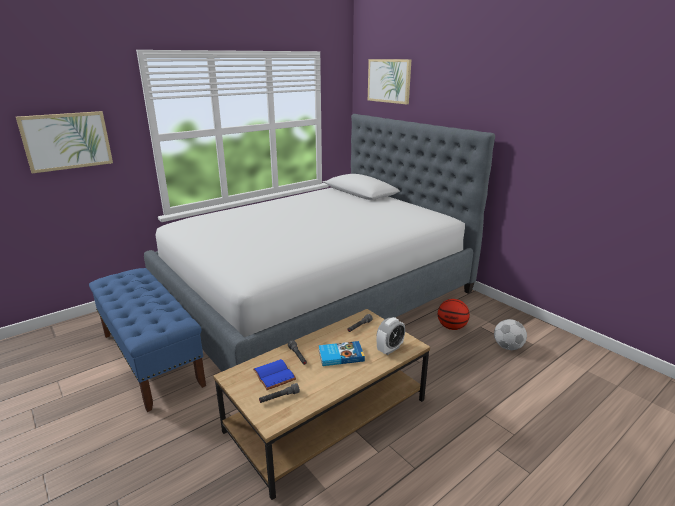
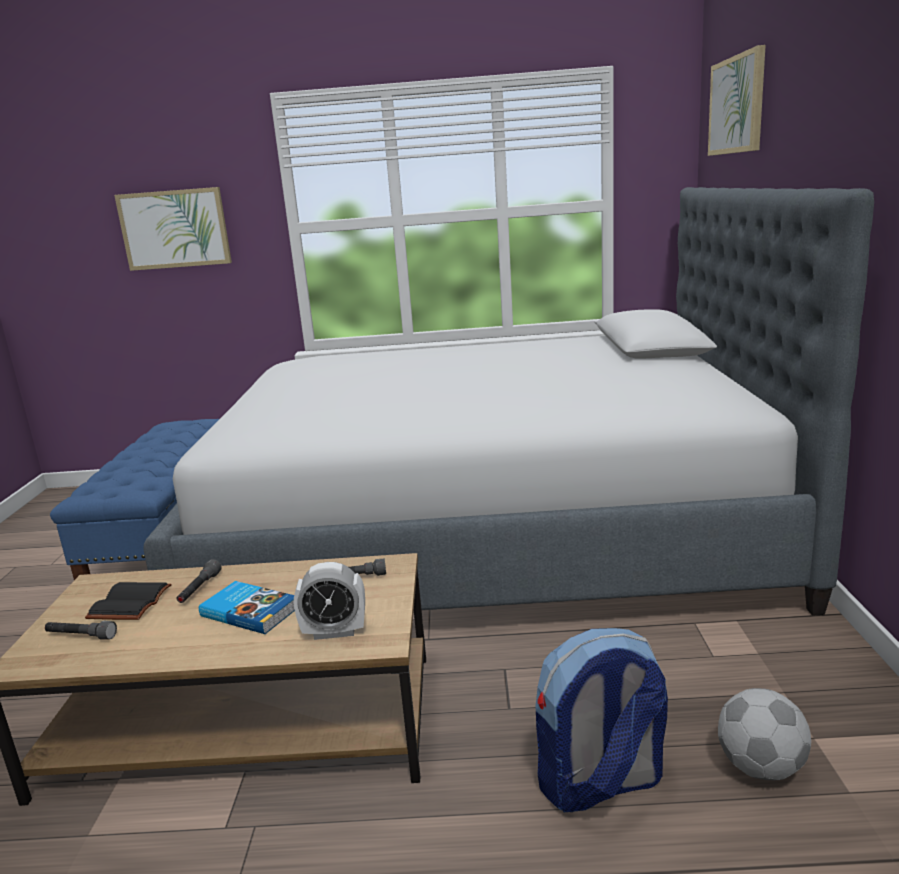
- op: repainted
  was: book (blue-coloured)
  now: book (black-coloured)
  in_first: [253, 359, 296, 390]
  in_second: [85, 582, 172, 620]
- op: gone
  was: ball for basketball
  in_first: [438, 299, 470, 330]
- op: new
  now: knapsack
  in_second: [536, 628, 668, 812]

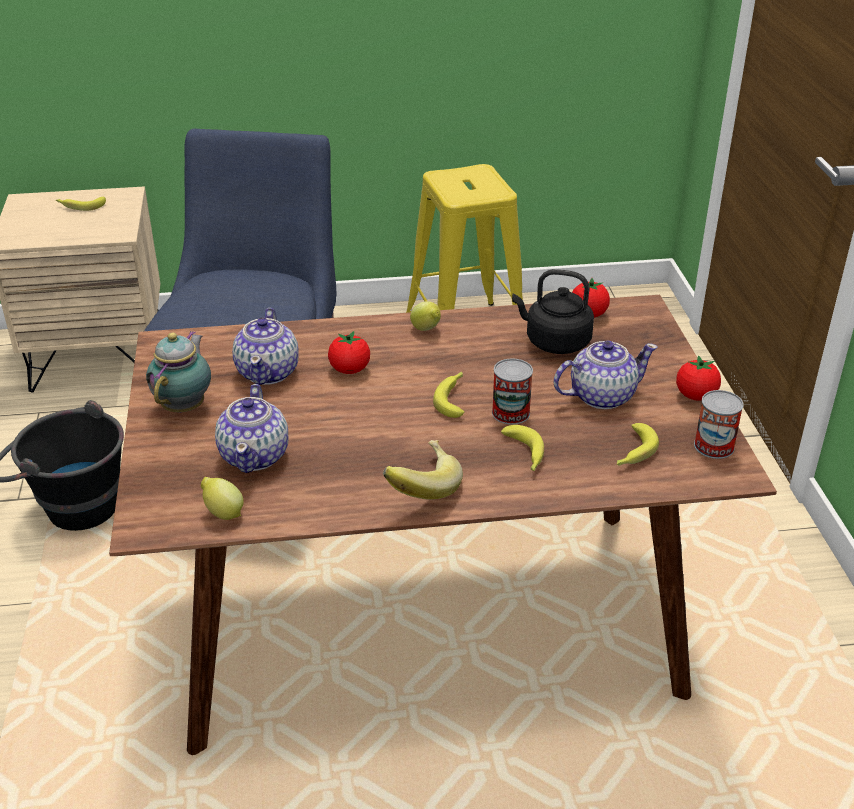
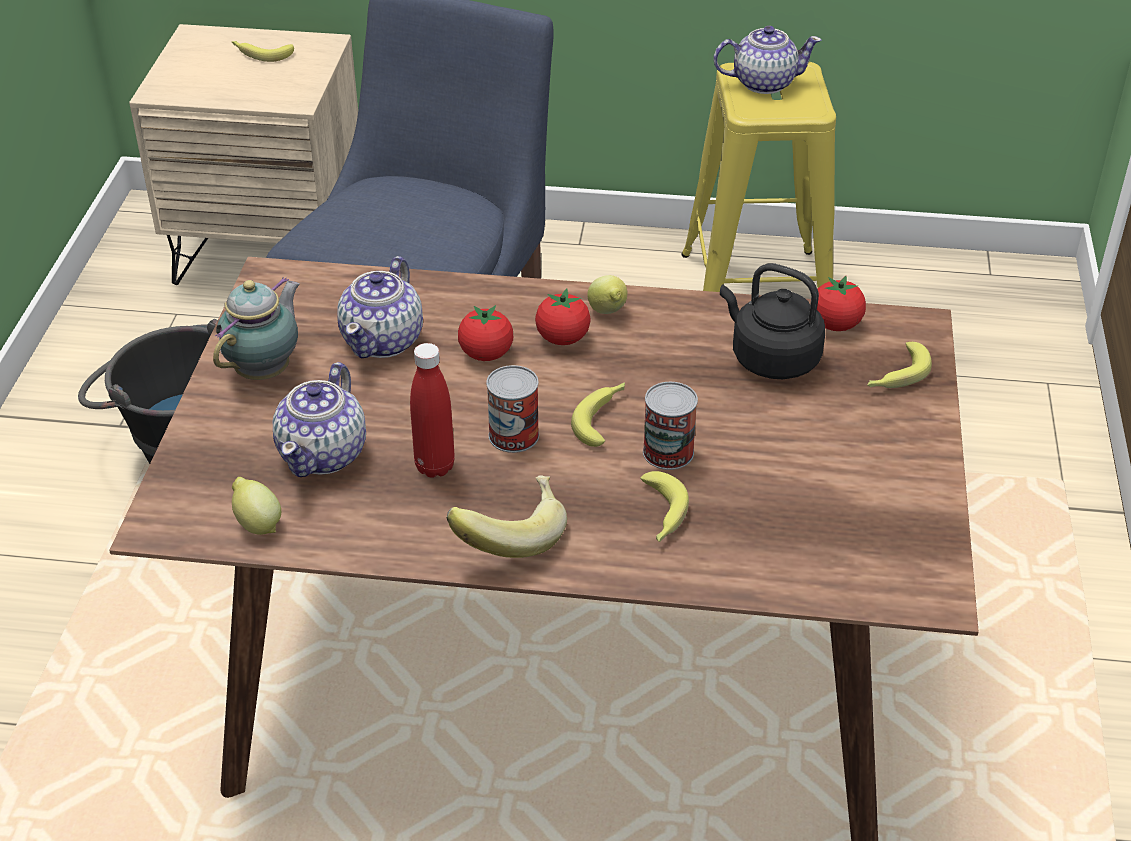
- op: shifted
  was: pot for tea
  in_first: [554, 341, 658, 409]
  in_second: [713, 26, 821, 94]
- op: shifted
  was: banana
  in_first: [617, 423, 659, 466]
  in_second: [867, 342, 932, 388]
- op: shifted
  was: whole tomato
  in_first: [676, 355, 721, 401]
  in_second: [535, 288, 591, 345]
- op: shifted
  was: can
  in_first: [694, 390, 744, 459]
  in_second: [486, 365, 539, 453]
- op: new
  now: beverage bottle (red)
  in_second: [410, 343, 455, 478]

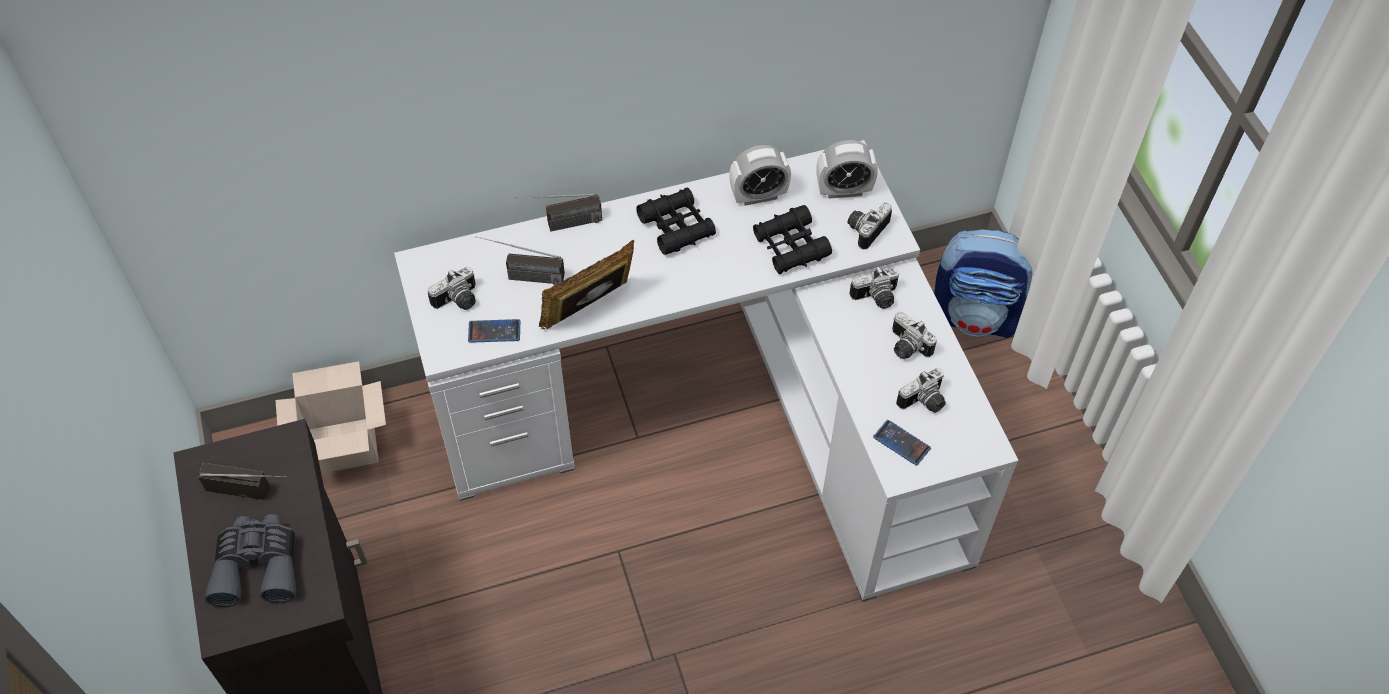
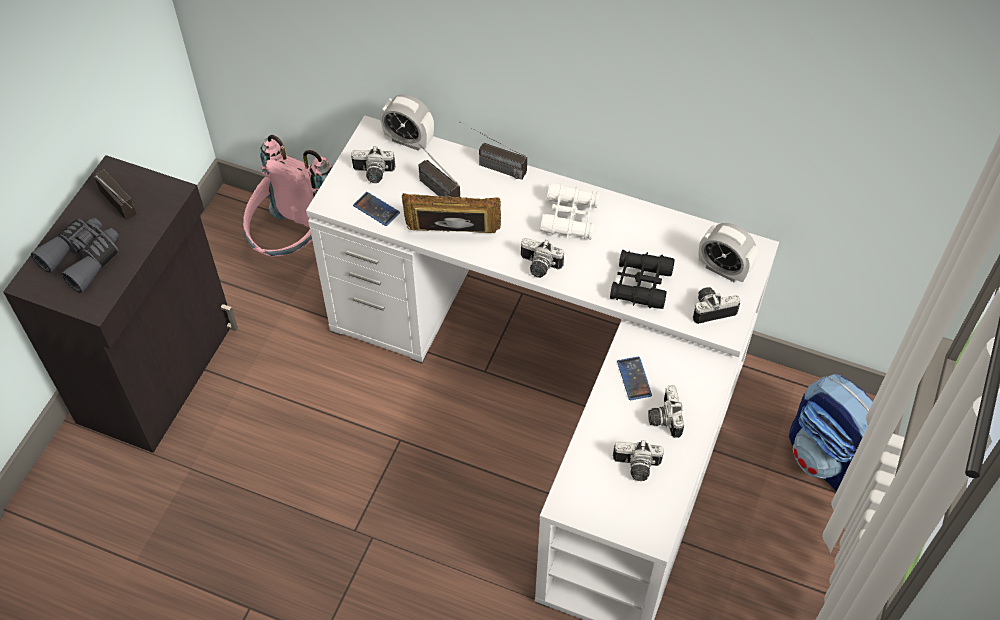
- op: swapped
  was: packing box
  now: knapsack (pink-coloured)
  in_first: [275, 361, 386, 473]
  in_second: [243, 135, 333, 257]
- op: repainted
  was: binoculars (black-coloured)
  now: binoculars (white)
  in_first: [636, 187, 716, 255]
  in_second: [540, 182, 600, 240]
- op: shifted
  was: bedside clock
  in_first: [729, 145, 791, 206]
  in_second: [380, 94, 434, 151]
- op: shifted
  was: still camera
  in_first: [849, 267, 899, 309]
  in_second: [521, 238, 564, 278]
- op: shifted
  was: handset
  in_first: [873, 420, 931, 466]
  in_second: [617, 356, 652, 400]

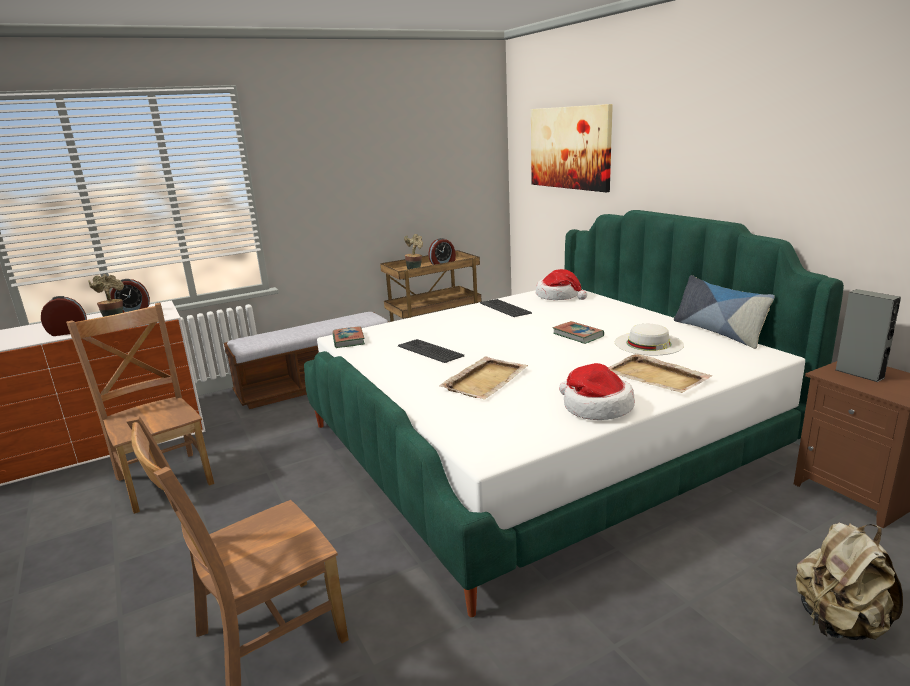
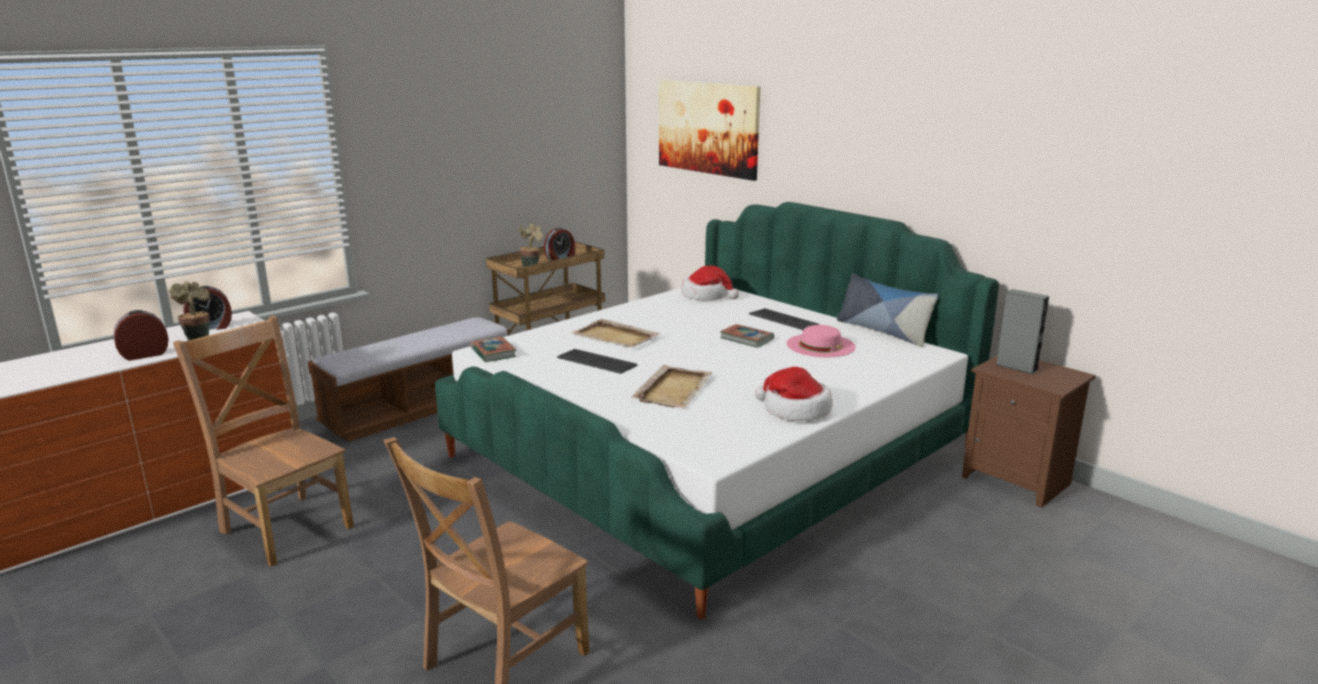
- op: shifted
  was: PC keyboard
  in_first: [480, 299, 532, 317]
  in_second: [749, 308, 819, 330]
- op: shifted
  was: carrying tray (beige)
  in_first: [608, 353, 712, 393]
  in_second: [571, 319, 660, 347]
- op: repainted
  was: clothing hat (white)
  now: clothing hat (pink-coloured)
  in_first: [615, 324, 684, 356]
  in_second: [787, 325, 856, 357]
- op: gone
  was: knapsack (beige)
  in_first: [796, 523, 903, 640]

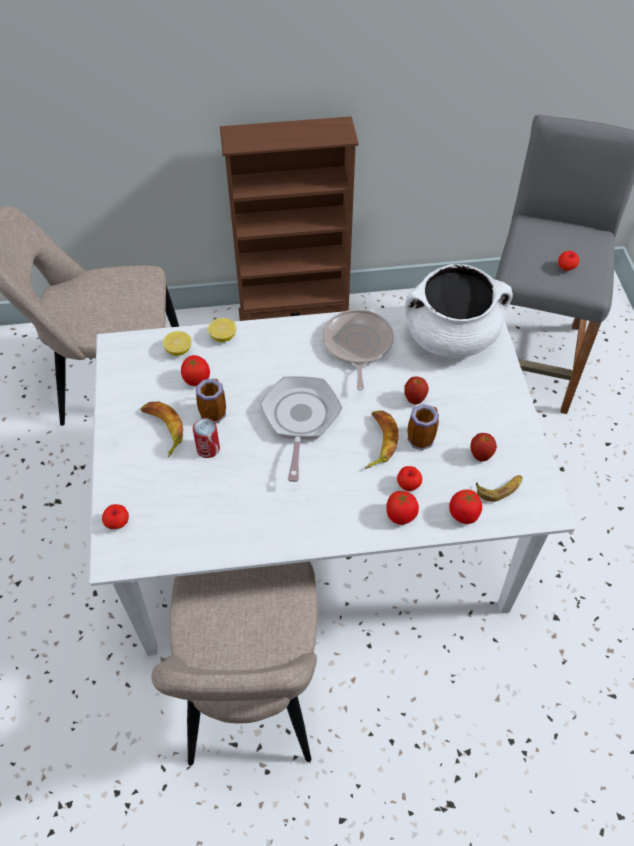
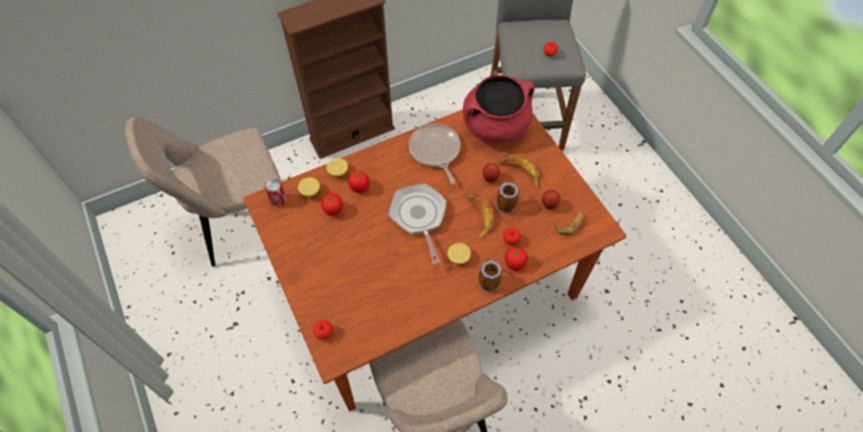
- op: repainted
  was: dinner table (white)
  now: dinner table (brown)
  in_first: [89, 306, 576, 656]
  in_second: [243, 109, 626, 412]
- op: shifted
  was: banana
  in_first: [140, 402, 183, 457]
  in_second: [498, 154, 539, 188]
- op: shifted
  was: can
  in_first: [193, 418, 220, 458]
  in_second: [265, 179, 286, 206]
- op: shifted
  was: mug
  in_first: [196, 379, 226, 423]
  in_second: [479, 259, 502, 293]
- op: repainted
  was: saucepot (white)
  now: saucepot (red)
  in_first: [405, 264, 513, 358]
  in_second: [463, 75, 535, 143]
- op: shifted
  was: whole tomato
  in_first: [449, 489, 482, 524]
  in_second: [348, 170, 370, 193]
- op: new
  now: citrus fruit
  in_second: [448, 243, 471, 264]

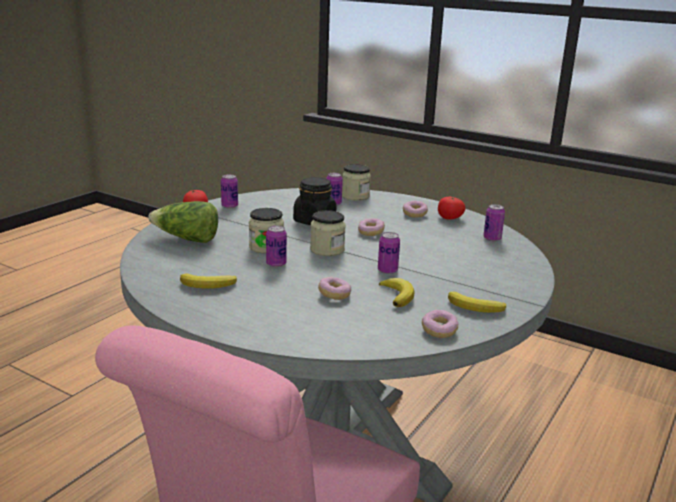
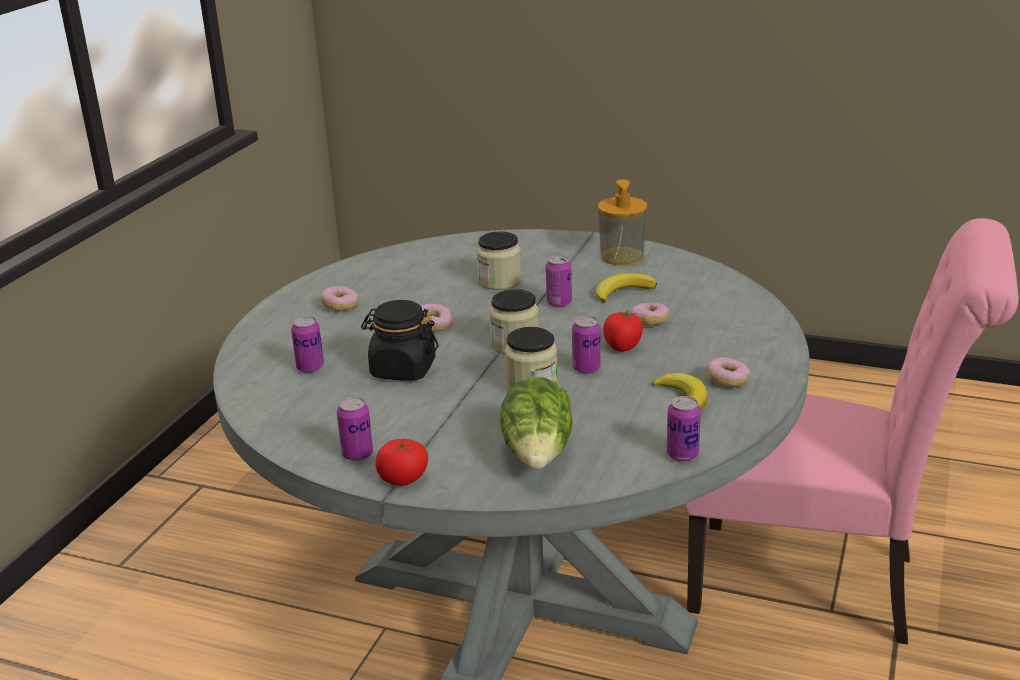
- op: shifted
  was: jar
  in_first: [342, 164, 371, 201]
  in_second: [476, 231, 522, 290]
- op: shifted
  was: ring doughnut
  in_first: [422, 310, 458, 338]
  in_second: [706, 357, 750, 387]
- op: shifted
  was: whole tomato
  in_first: [438, 197, 466, 220]
  in_second: [603, 311, 643, 352]
- op: swapped
  was: banana
  now: soap dispenser
  in_first: [448, 291, 506, 313]
  in_second: [598, 179, 647, 265]
- op: shifted
  was: can
  in_first: [483, 204, 505, 241]
  in_second: [667, 396, 701, 462]

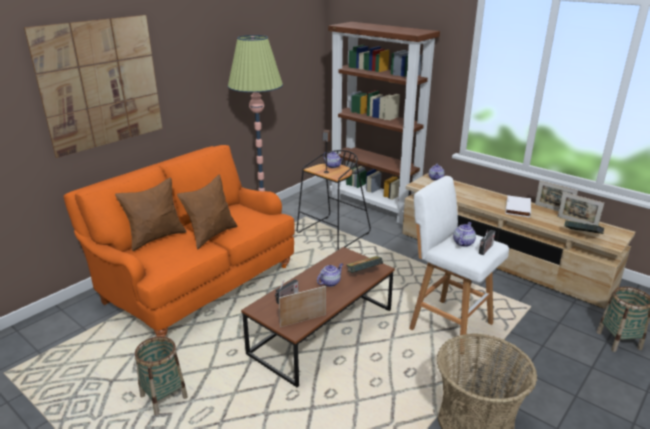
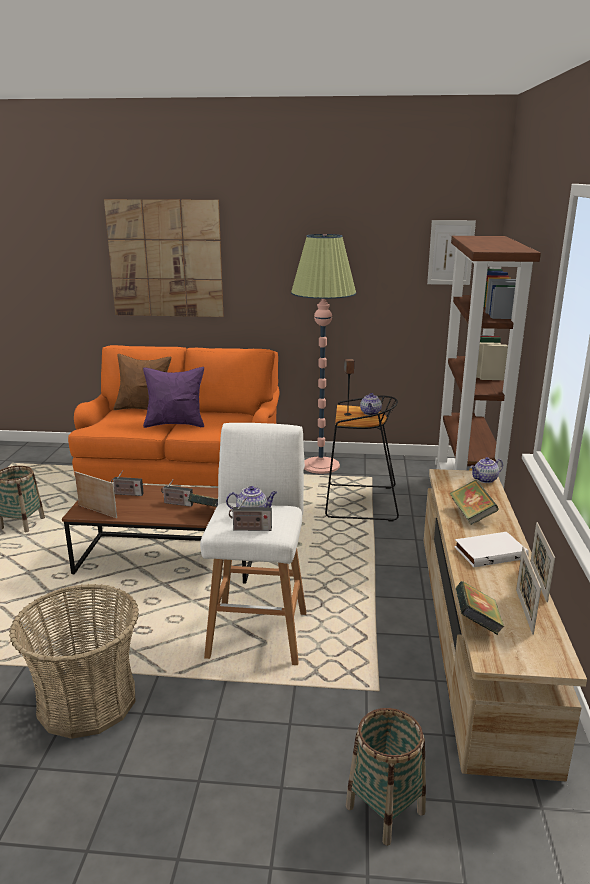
- op: repainted
  was: throw pillow (brown)
  now: throw pillow (purplish)
  in_first: [177, 174, 238, 249]
  in_second: [143, 367, 204, 428]
- op: swapped
  was: pot for tea
  now: radio set
  in_first: [317, 264, 343, 287]
  in_second: [161, 479, 193, 507]
- op: new
  now: wall art
  in_second: [427, 220, 476, 285]
- op: new
  now: book
  in_second: [450, 480, 499, 525]

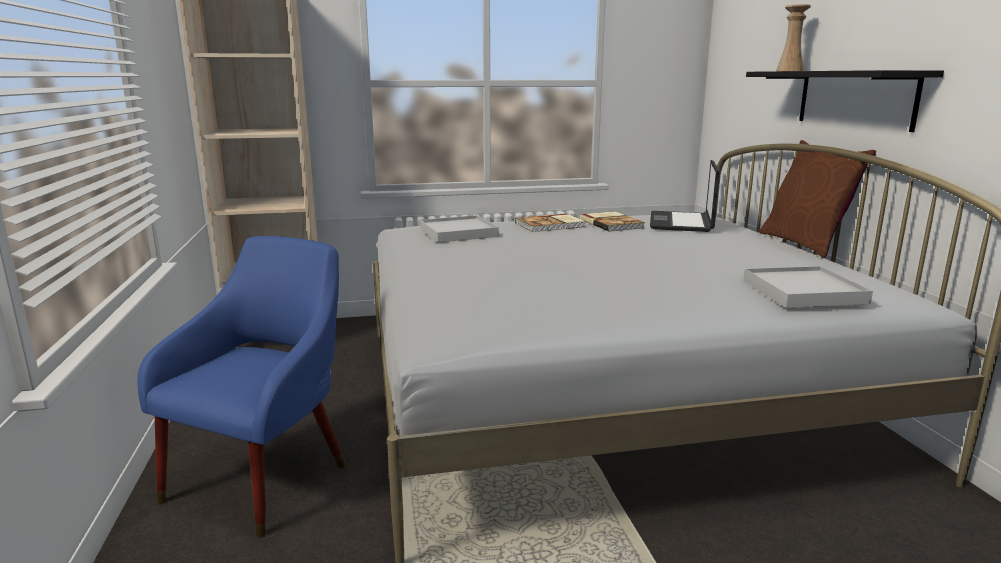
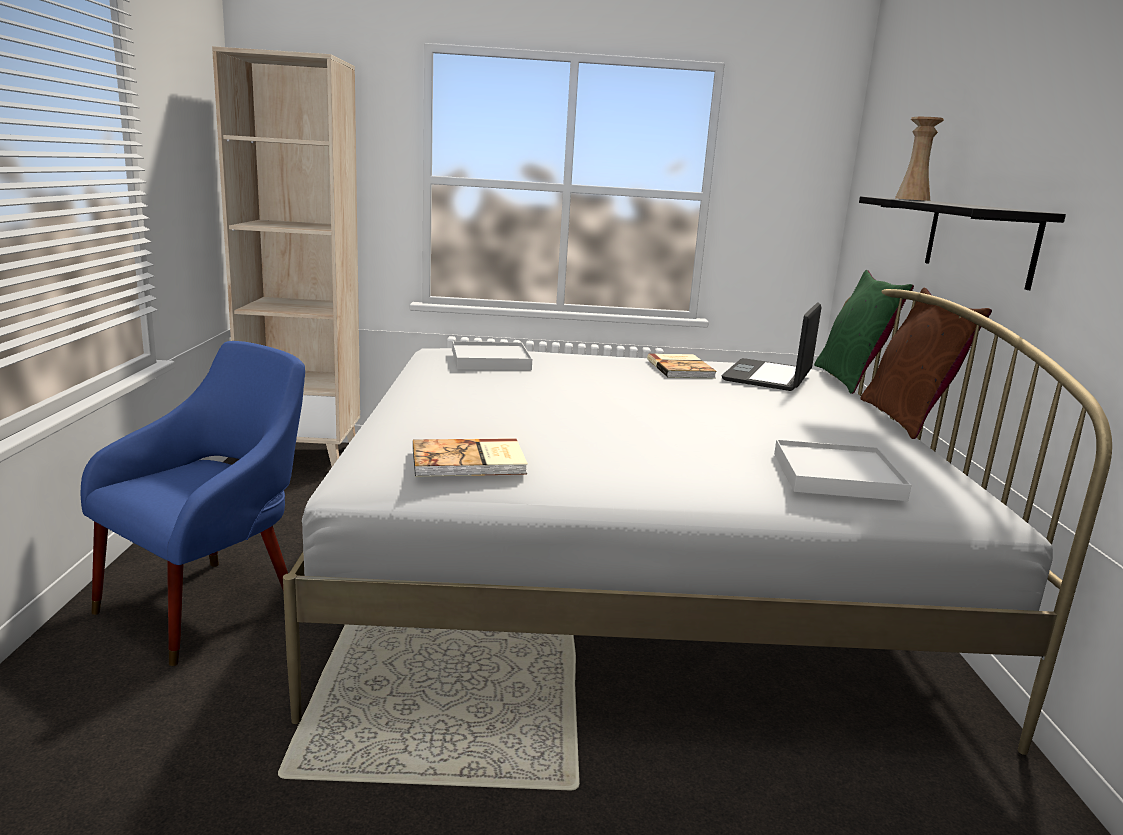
- op: shifted
  was: book
  in_first: [515, 214, 585, 232]
  in_second: [413, 438, 528, 477]
- op: new
  now: throw pillow (green-coloured)
  in_second: [814, 270, 914, 394]

